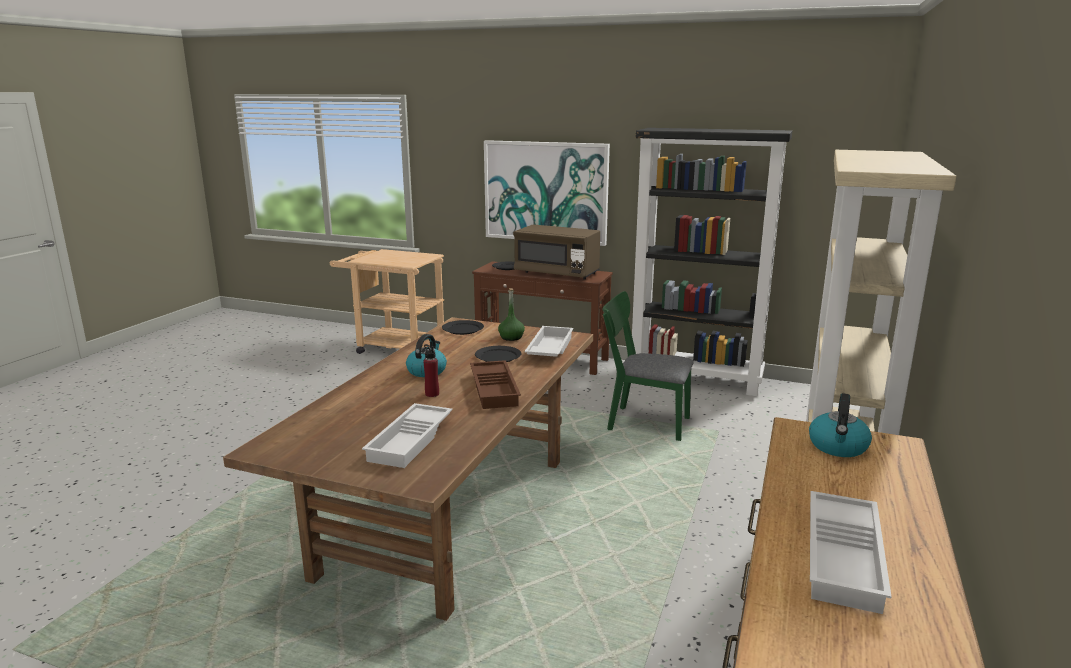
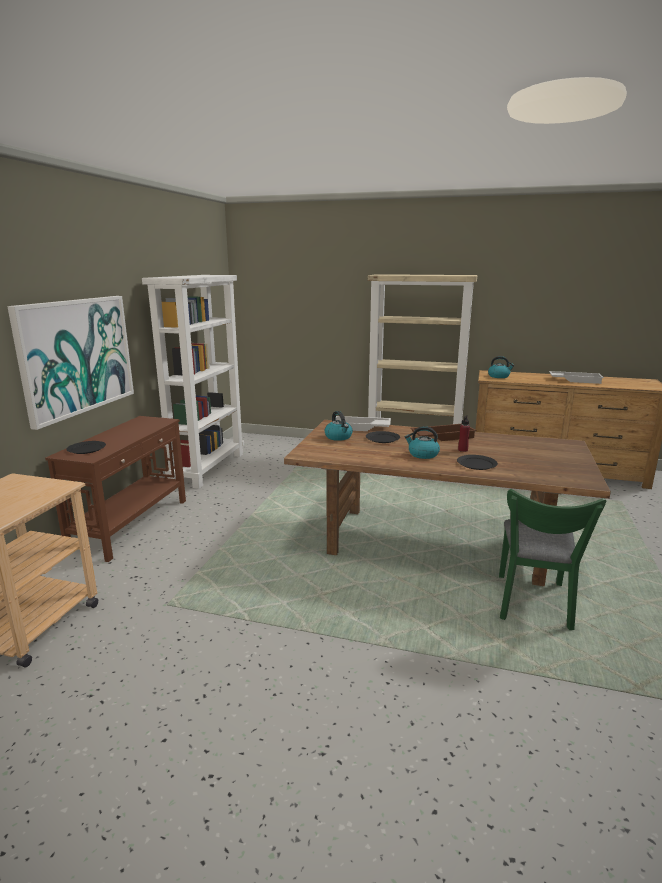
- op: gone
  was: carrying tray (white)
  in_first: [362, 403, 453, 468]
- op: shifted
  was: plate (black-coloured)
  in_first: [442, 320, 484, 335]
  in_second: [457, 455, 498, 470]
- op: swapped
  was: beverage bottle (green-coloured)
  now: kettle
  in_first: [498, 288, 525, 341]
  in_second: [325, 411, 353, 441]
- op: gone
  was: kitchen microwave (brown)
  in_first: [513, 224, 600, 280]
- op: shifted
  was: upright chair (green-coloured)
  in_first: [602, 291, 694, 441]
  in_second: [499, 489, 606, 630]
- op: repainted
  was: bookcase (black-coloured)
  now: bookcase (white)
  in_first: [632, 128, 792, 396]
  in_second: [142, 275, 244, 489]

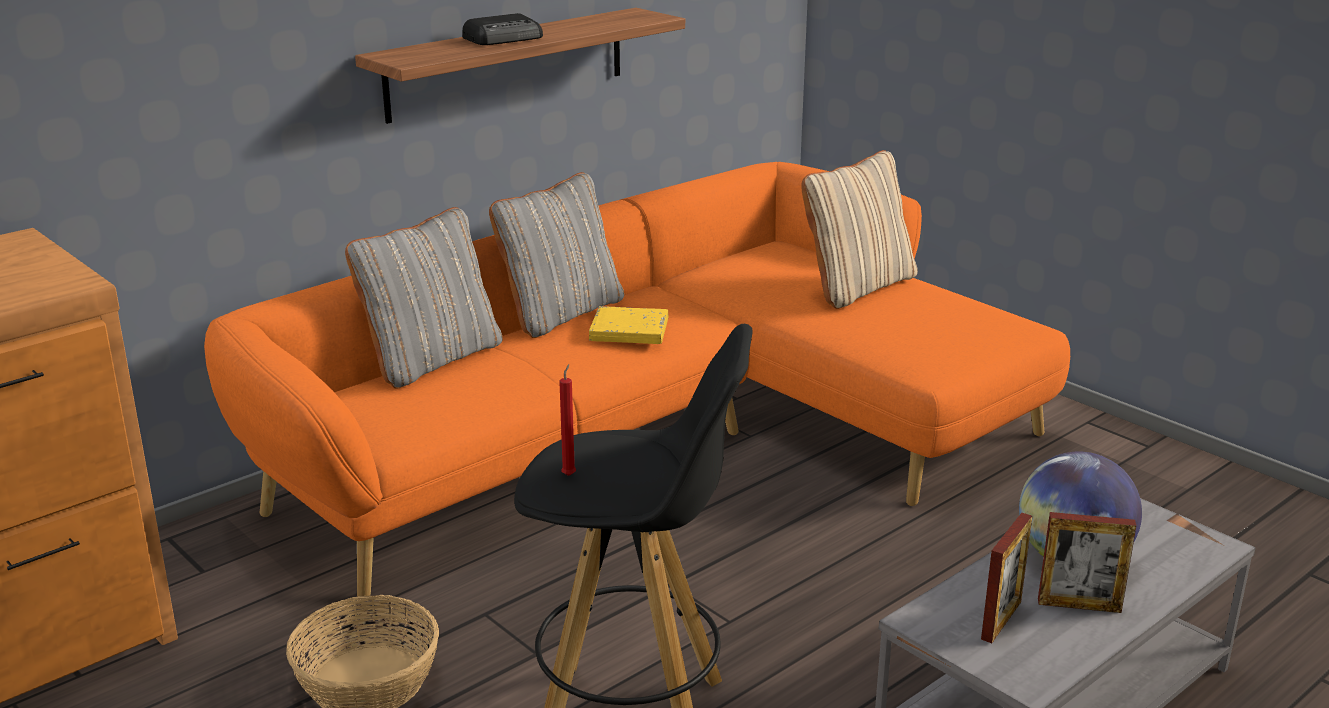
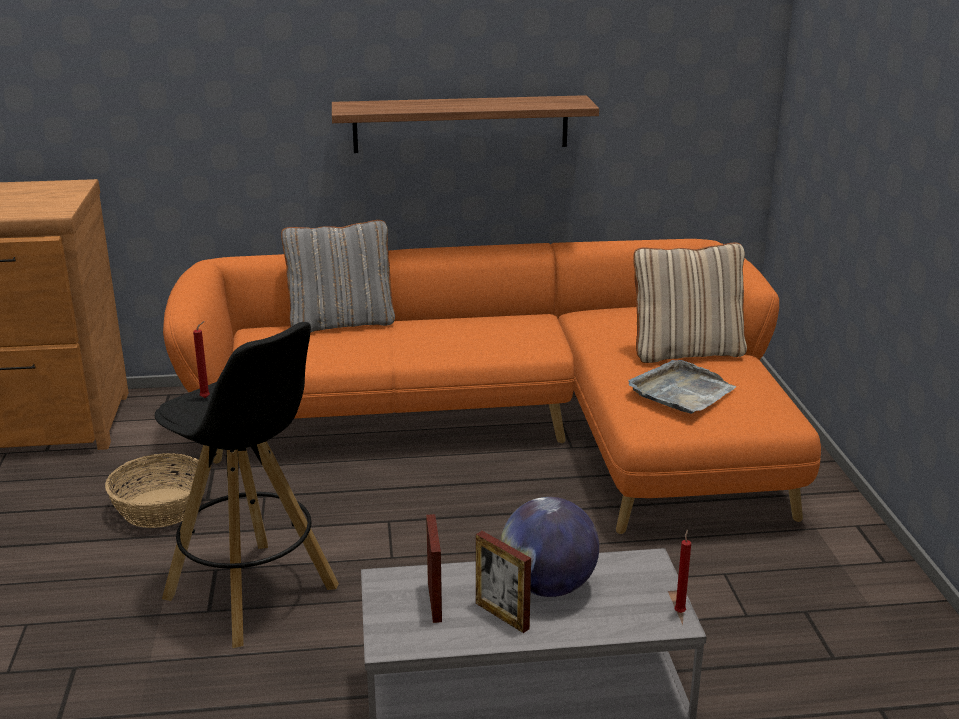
- op: gone
  was: radio set
  in_first: [462, 13, 543, 45]
- op: gone
  was: throw pillow (grey)
  in_first: [489, 172, 624, 338]
- op: gone
  was: book (yellowish)
  in_first: [589, 306, 668, 344]
- op: rotated
  was: picture frame
  in_first: [981, 513, 1032, 643]
  in_second: [426, 514, 442, 623]
  clockwise: -75
- op: new
  now: carrying tray (grey)
  in_second: [628, 360, 736, 414]
- op: new
  now: wax candle (red)
  in_second: [675, 529, 691, 613]

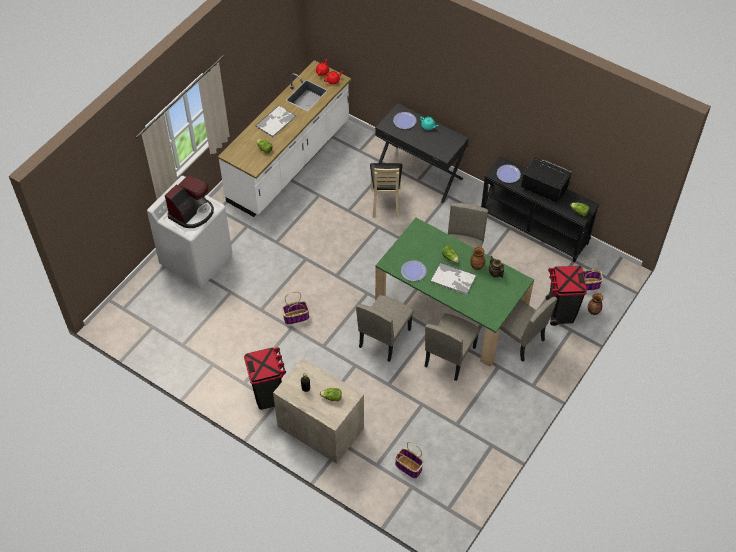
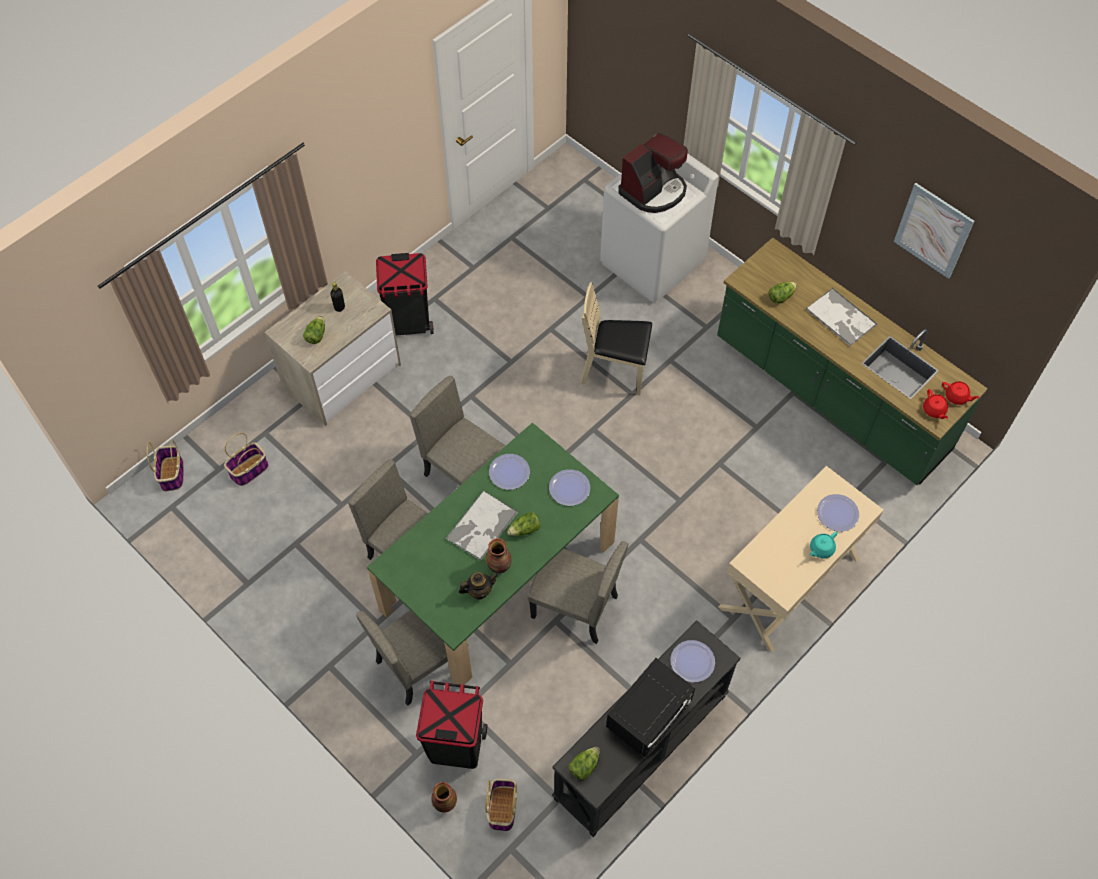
- op: rotated
  was: coffee maker
  in_first: [165, 175, 214, 228]
  in_second: [618, 133, 688, 213]
  clockwise: -90
- op: repainted
  was: kitchen base unit (white)
  now: kitchen base unit (green-coloured)
  in_first: [218, 60, 351, 217]
  in_second: [717, 237, 988, 485]
- op: shifted
  was: basket
  in_first: [282, 292, 309, 325]
  in_second: [147, 441, 184, 492]
- op: shifted
  was: upright chair (beige)
  in_first: [370, 163, 403, 218]
  in_second: [581, 282, 652, 395]
- op: repainted
  was: desk table (black-coloured)
  now: desk table (beige)
  in_first: [375, 103, 469, 203]
  in_second: [718, 466, 884, 653]
- op: new
  now: plate
  in_second: [549, 469, 590, 506]
- op: new
  now: wall art
  in_second: [894, 183, 974, 279]

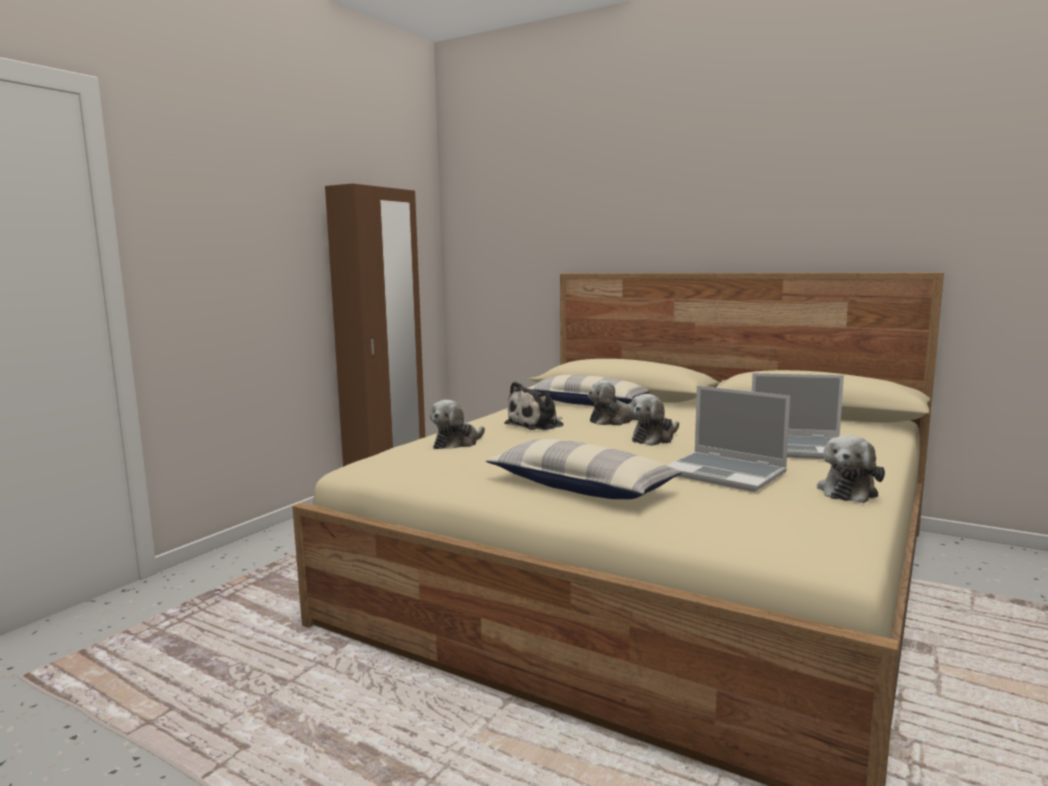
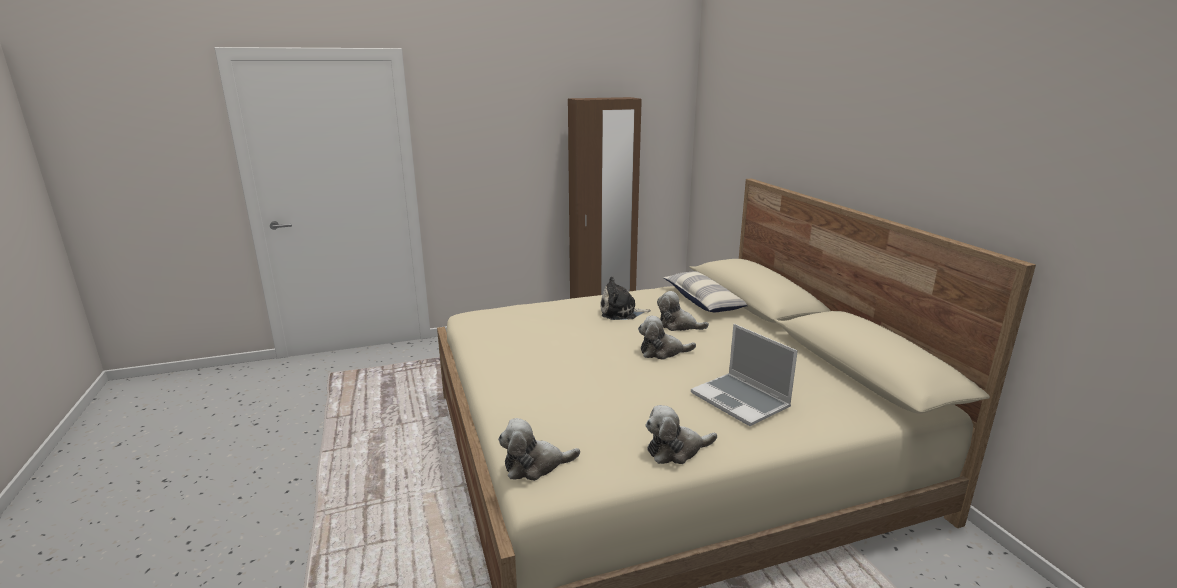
- op: shifted
  was: plush toy
  in_first: [430, 400, 485, 449]
  in_second: [498, 418, 580, 481]
- op: gone
  was: throw pillow
  in_first: [486, 439, 682, 499]
- op: gone
  was: laptop
  in_first: [667, 385, 790, 492]

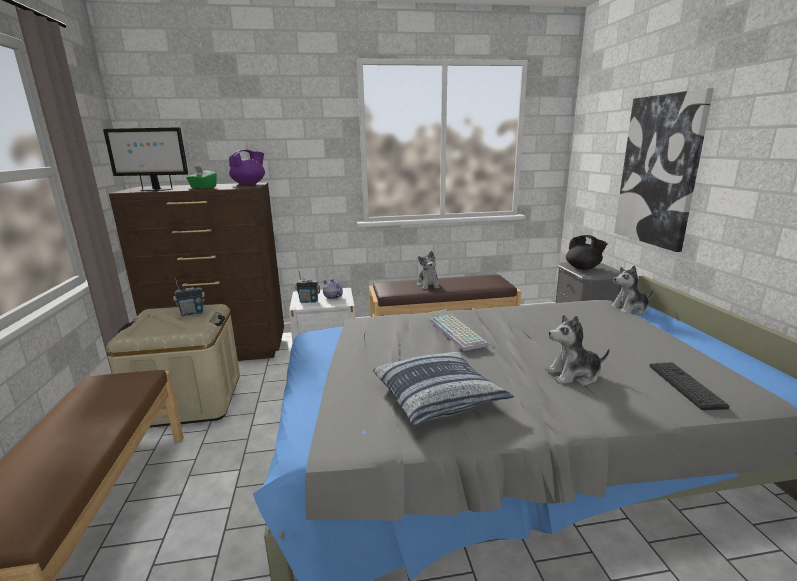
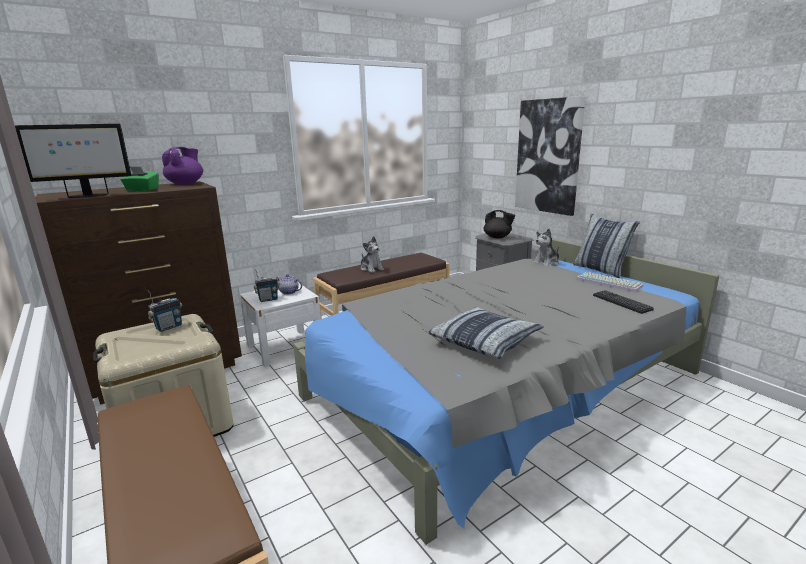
- op: shifted
  was: PC keyboard
  in_first: [430, 315, 488, 351]
  in_second: [576, 272, 643, 292]
- op: gone
  was: plush toy
  in_first: [546, 315, 610, 386]
- op: new
  now: throw pillow
  in_second: [573, 213, 640, 278]

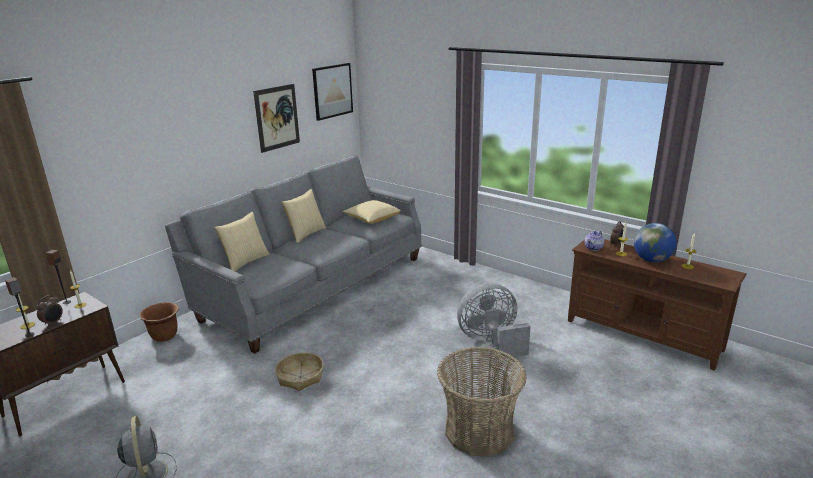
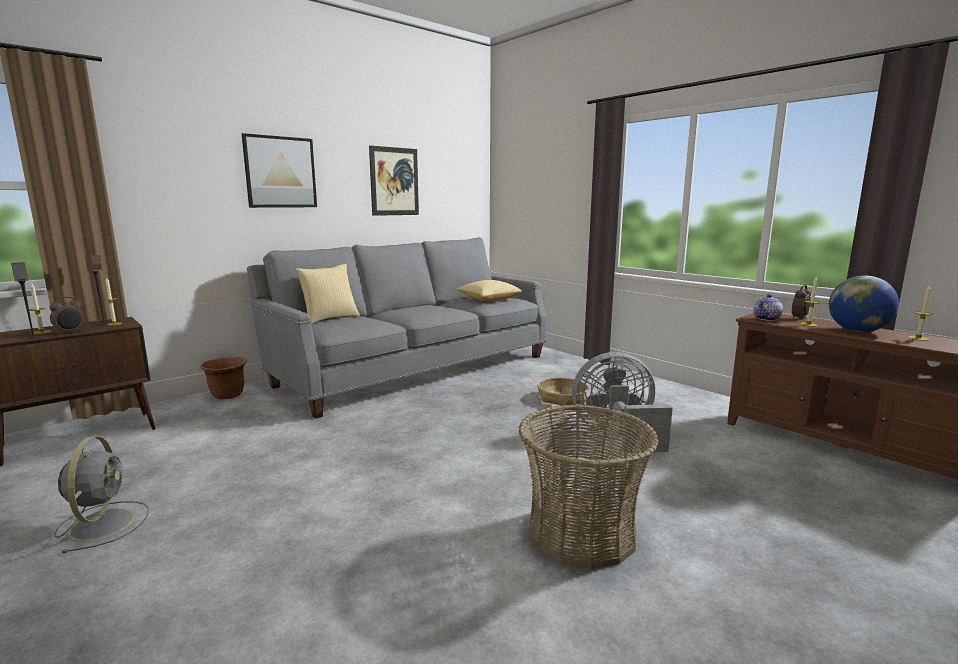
- op: shifted
  was: basket
  in_first: [275, 352, 324, 391]
  in_second: [538, 378, 589, 406]
- op: gone
  was: throw pillow
  in_first: [282, 189, 326, 243]
- op: shifted
  was: wall art
  in_first: [312, 63, 353, 121]
  in_second: [242, 133, 317, 208]

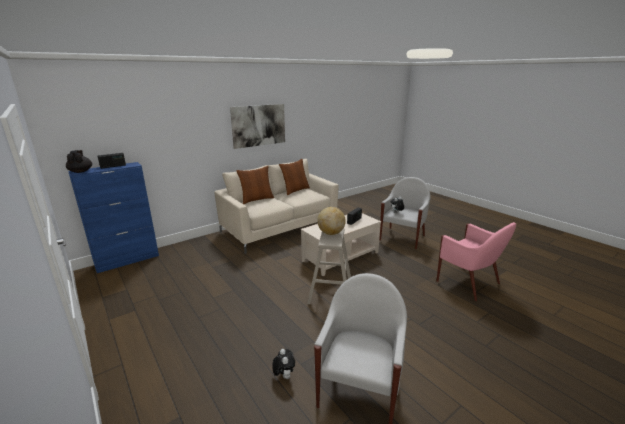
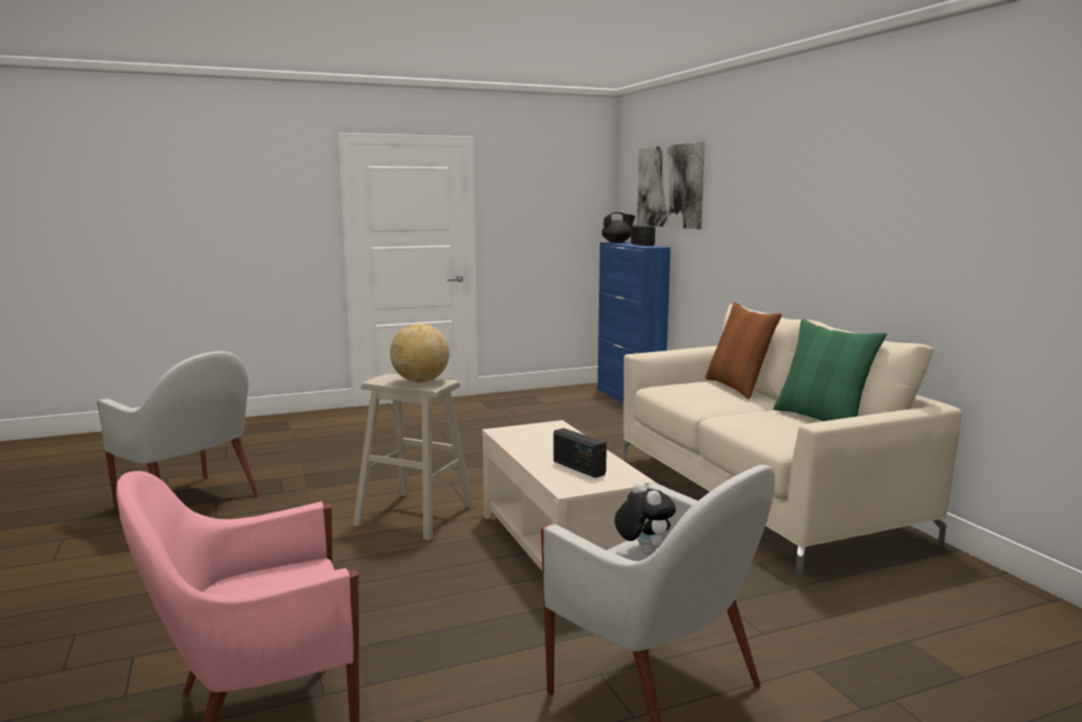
- op: shifted
  was: wall art
  in_first: [230, 104, 285, 149]
  in_second: [637, 142, 705, 229]
- op: gone
  was: plush toy
  in_first: [272, 349, 295, 379]
- op: repainted
  was: throw pillow (brown)
  now: throw pillow (green-coloured)
  in_first: [279, 159, 310, 195]
  in_second: [773, 319, 887, 421]

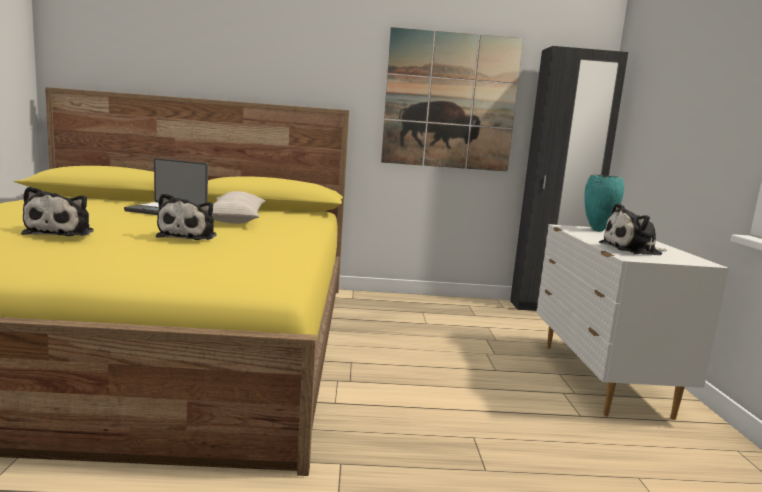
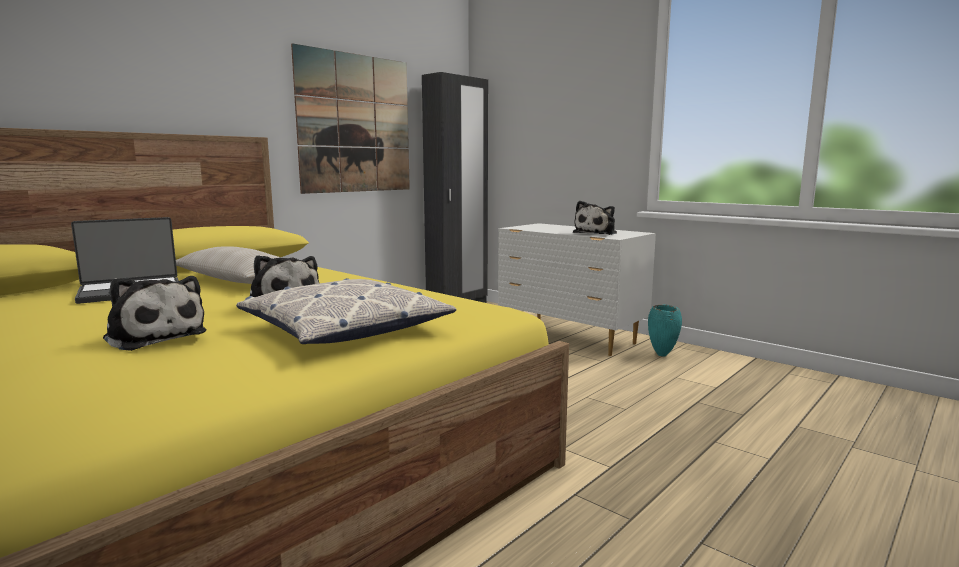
- op: shifted
  was: flower vase (blue-green)
  in_first: [584, 175, 624, 232]
  in_second: [648, 305, 682, 357]
- op: new
  now: throw pillow
  in_second: [236, 278, 456, 344]

